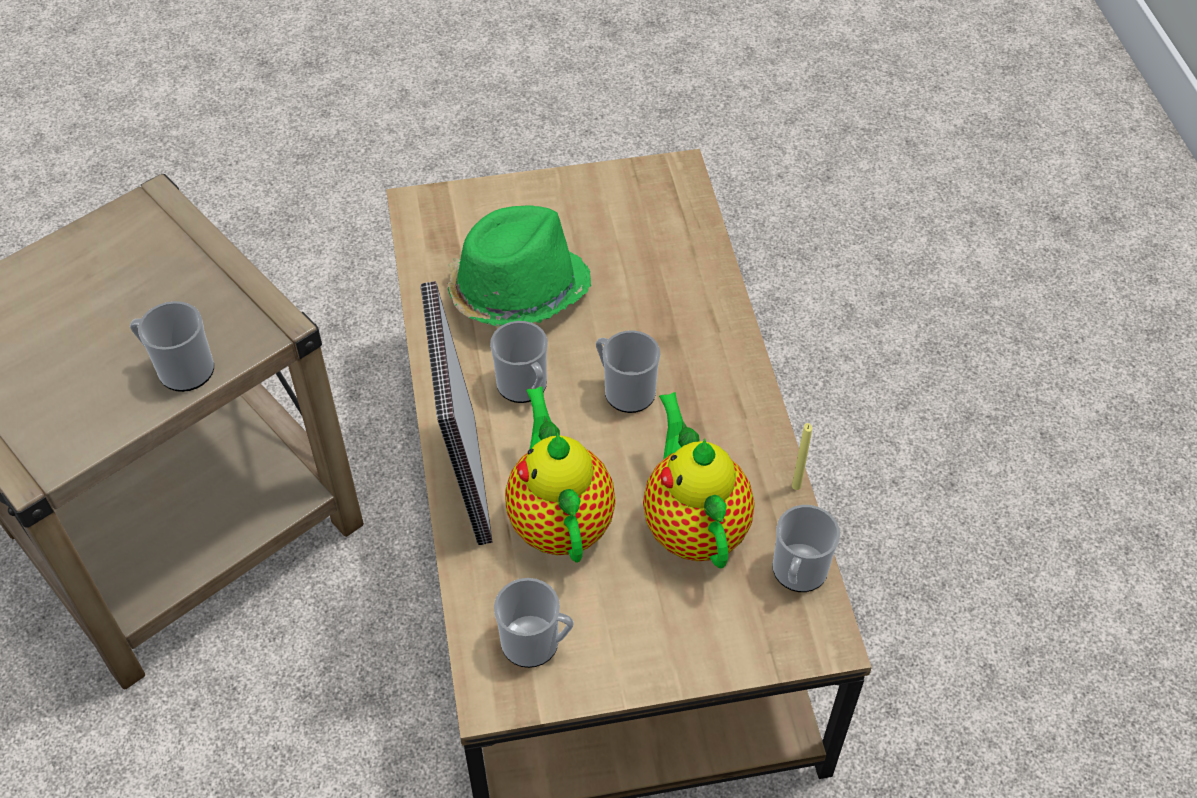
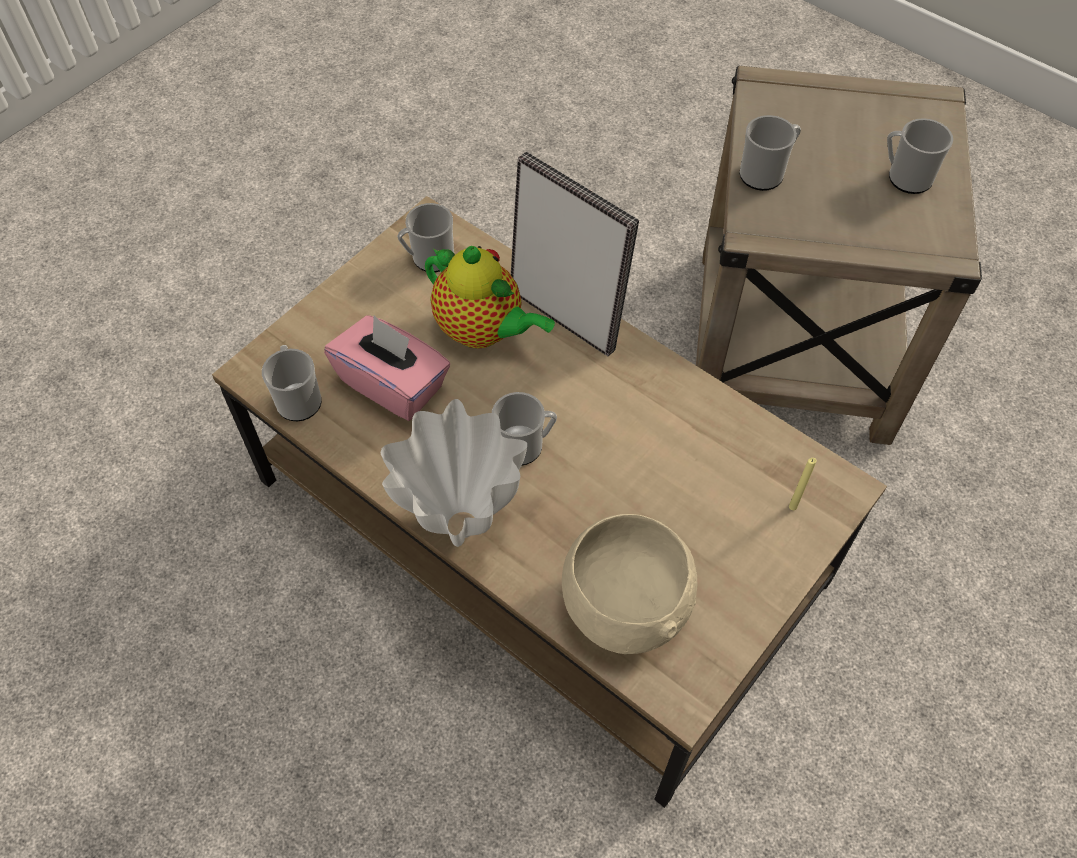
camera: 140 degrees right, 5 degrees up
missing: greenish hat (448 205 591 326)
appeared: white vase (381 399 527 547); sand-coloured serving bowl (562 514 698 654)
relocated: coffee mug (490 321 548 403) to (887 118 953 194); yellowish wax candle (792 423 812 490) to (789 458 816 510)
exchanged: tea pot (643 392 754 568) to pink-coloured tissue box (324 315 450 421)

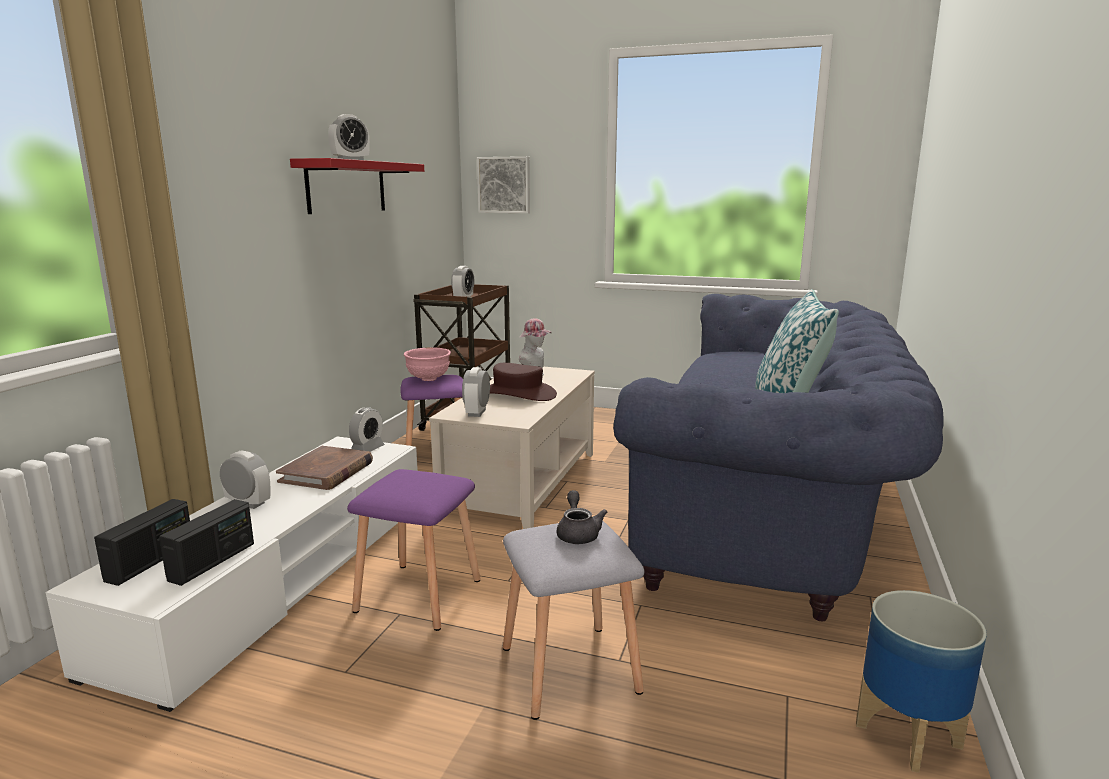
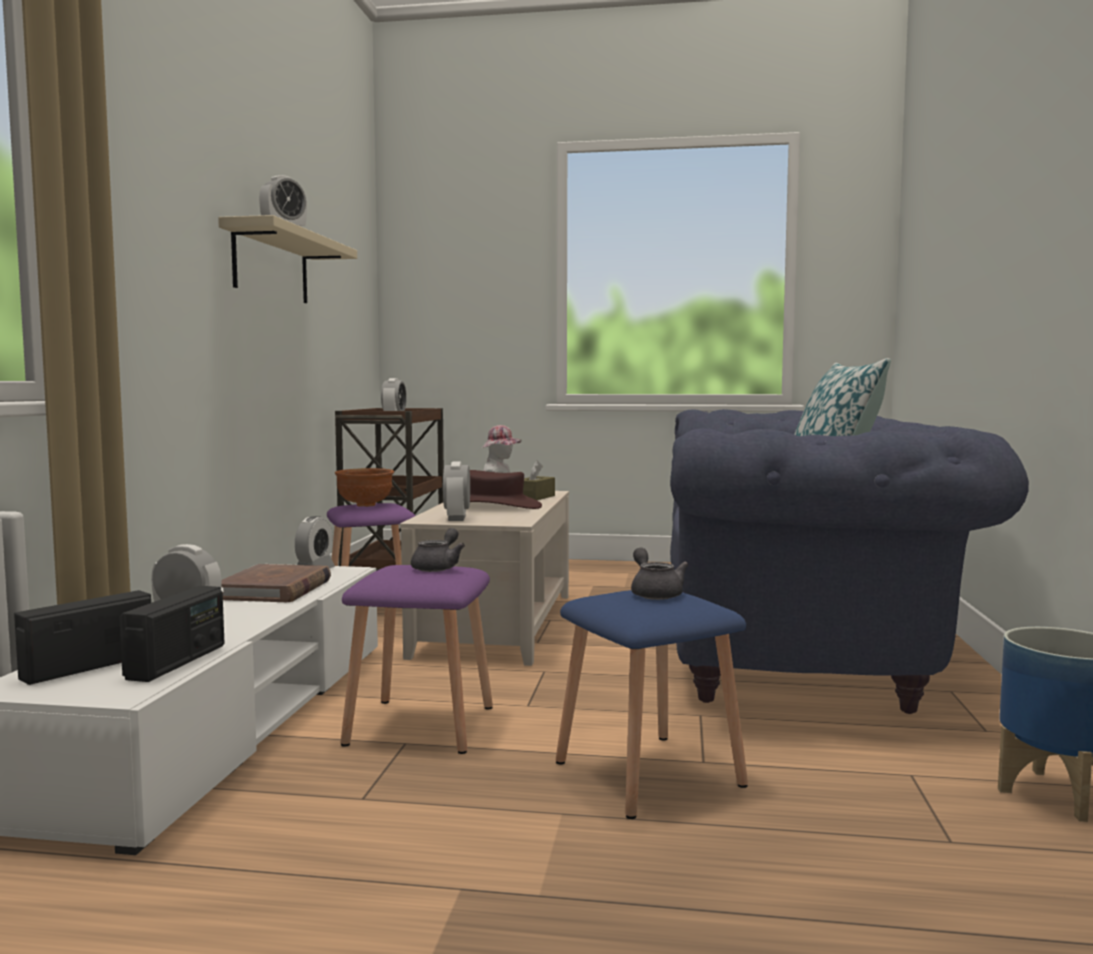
camera: 10 degrees left, 10 degrees down
missing: wall picture (477 156 530 213)
appeared: greyish tea pot (411 528 465 572); brown-coloured tissue box (523 461 555 500)
colour: reddish wall shelf (290 158 424 214) to sand-coloured wall shelf (218 215 357 303); pink-coloured serving bowl (404 347 451 381) to brown-coloured serving bowl (335 468 394 507); greyish stool (503 521 645 720) to bluish stool (556 590 748 819)
spun: radio receiver (94 499 190 586) = (14 590 151 685) 150 degrees counterclockwise

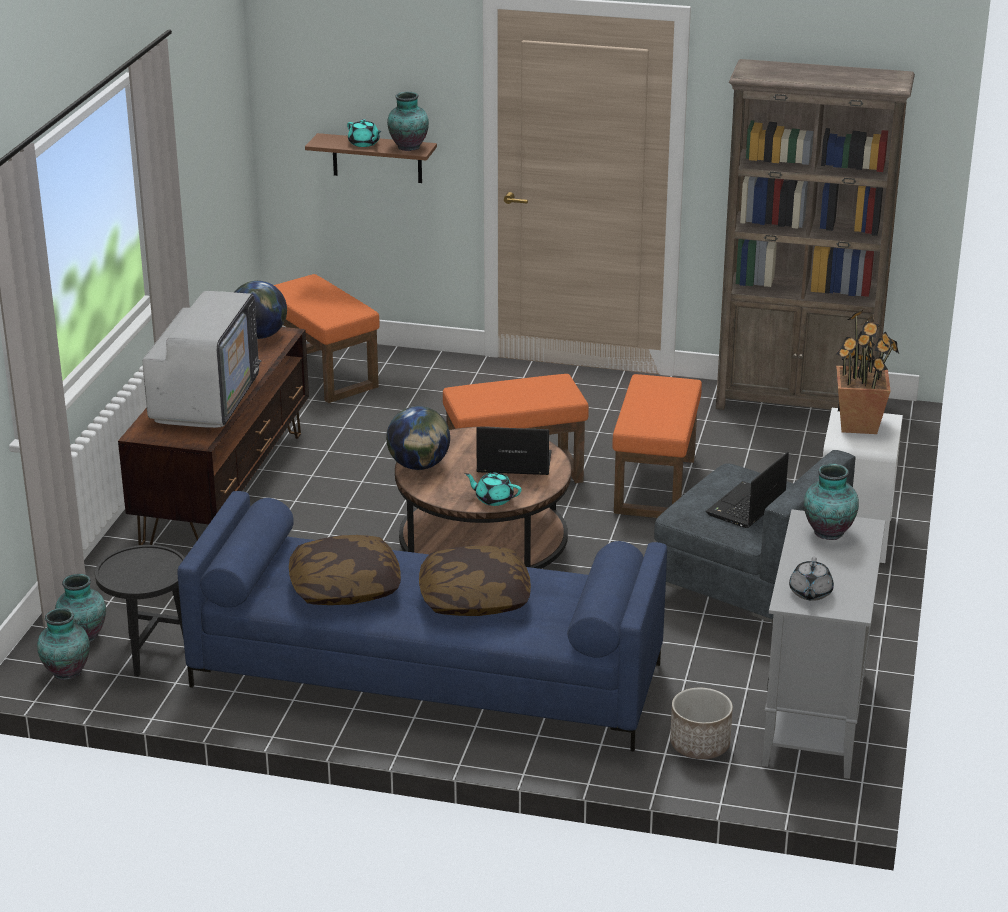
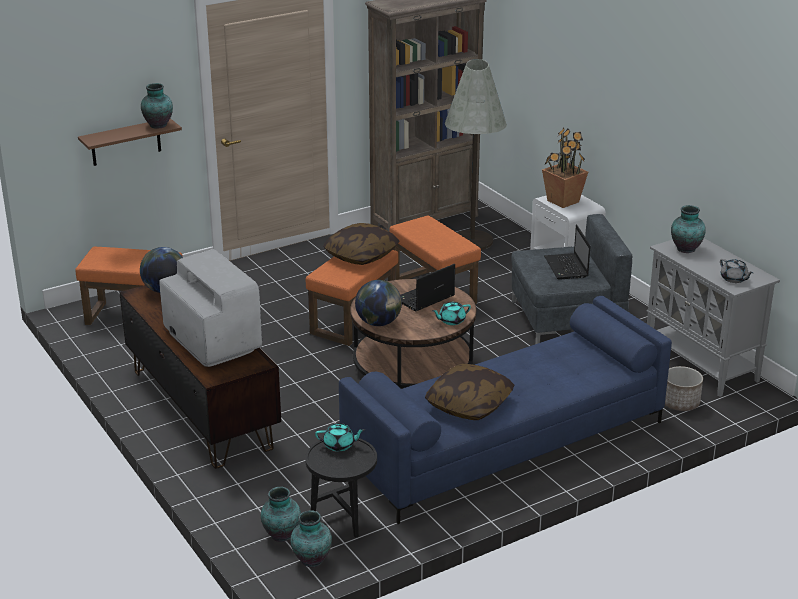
camera: 45 degrees left, 0 degrees up
appeared: greyish standard lamp (445 59 507 250)
relocated: turquoise-coloured tea pot (347 119 382 147) to (315 423 365 452); throw pillow (419 546 531 616) to (323 223 400 265)

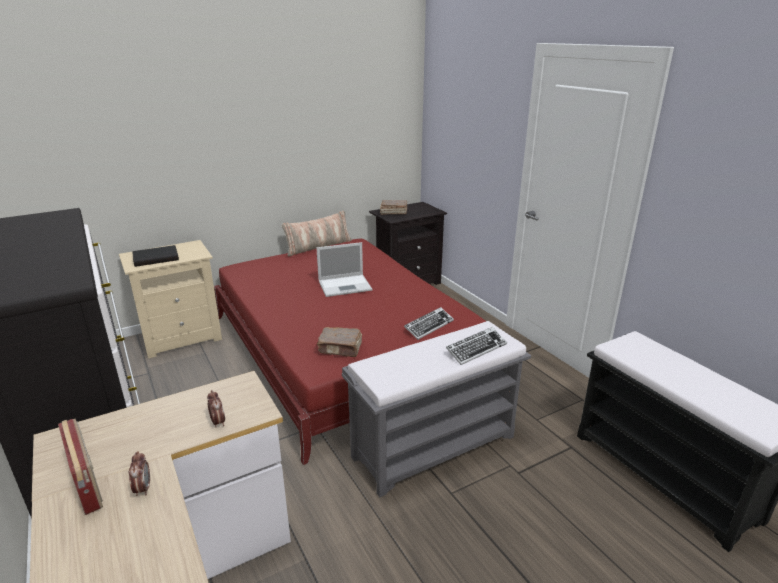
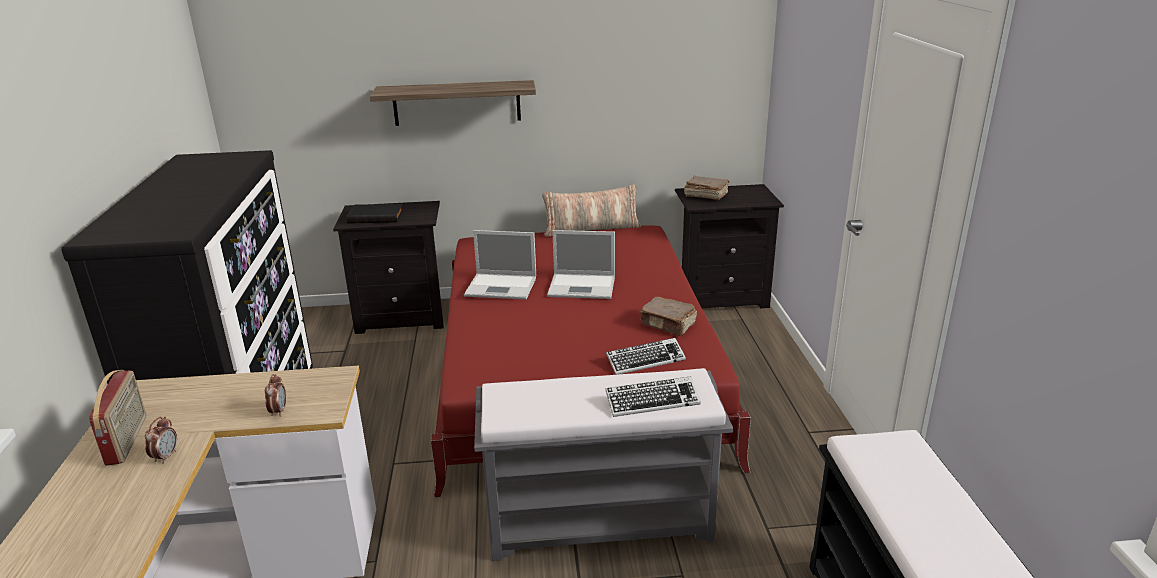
camera: 25 degrees right, 0 degrees up
appeared: wall shelf (370 80 536 126); laptop (464 230 536 300)
relocated: brown-coloured book (317 327 362 357) to (639 296 697 336)
colour: sand-coloured nightstand (119 240 222 359) to blackish nightstand (333 201 444 334)

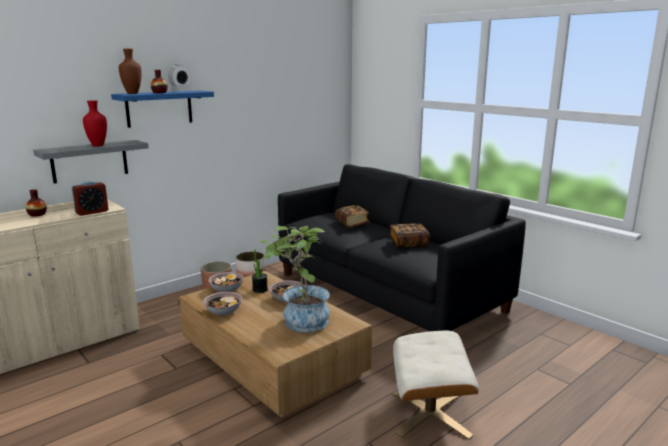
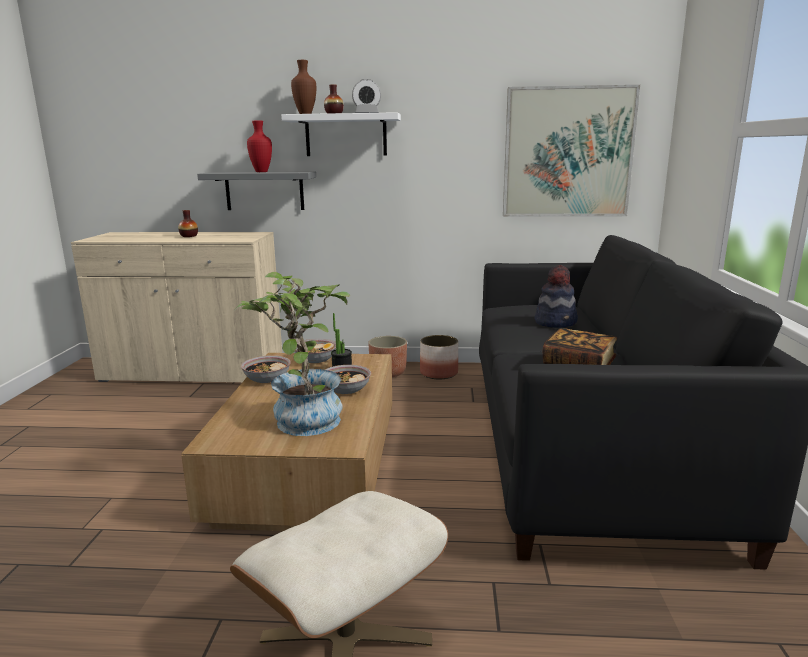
camera: 45 degrees right, 0 degrees up
missing: bedside clock (71 181 108 216)
appeared: wall picture (503 85 640 217)
exchanged: book (335 205 370 228) to hat (534 265 578 328)
colour: bluish wall shelf (111 90 214 128) to white wall shelf (281 112 401 156)

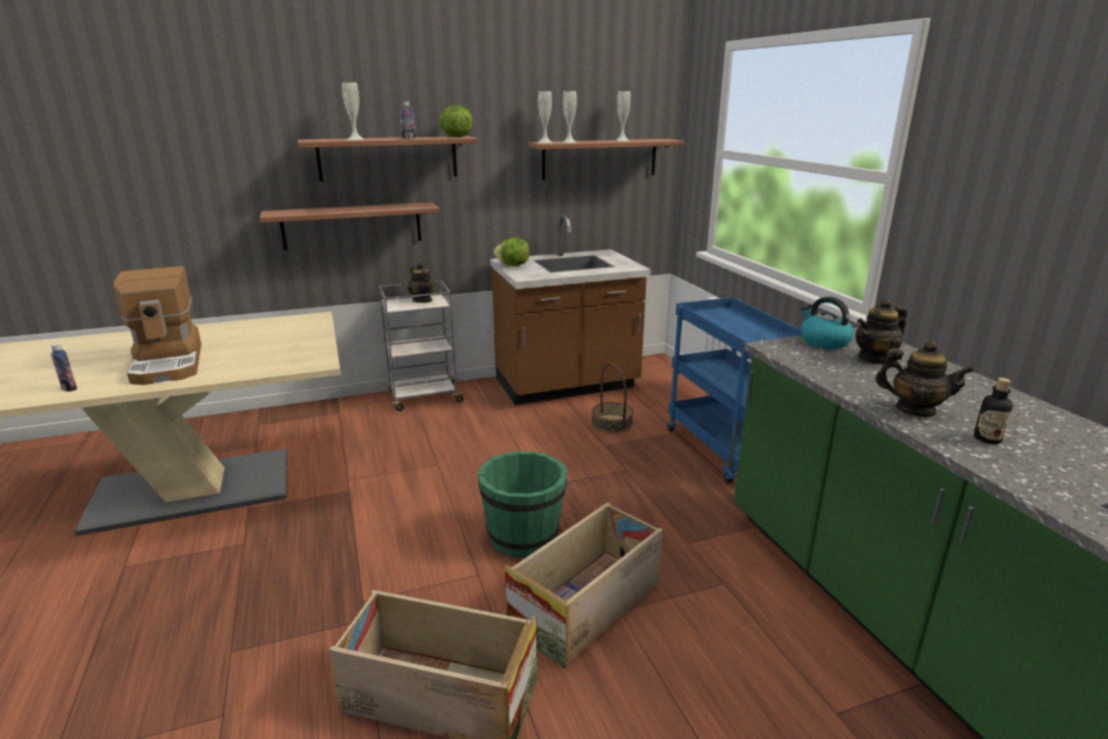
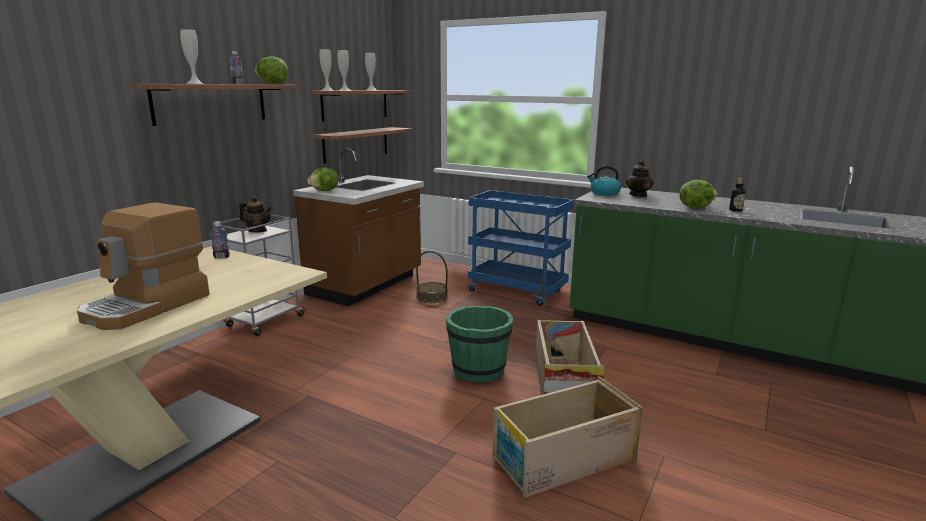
camera: 40 degrees left, 5 degrees down
relocated: drink bottle (51 343 77 391) to (210 221 230 259); wall shelf (259 202 440 250) to (314 127 412 164)
exchanged: tea pot (875 340 974 417) to lettuce (679 180 717 208)
spun: coffee brewer (113 266 201 385) = (77 203 210 330) 90 degrees clockwise

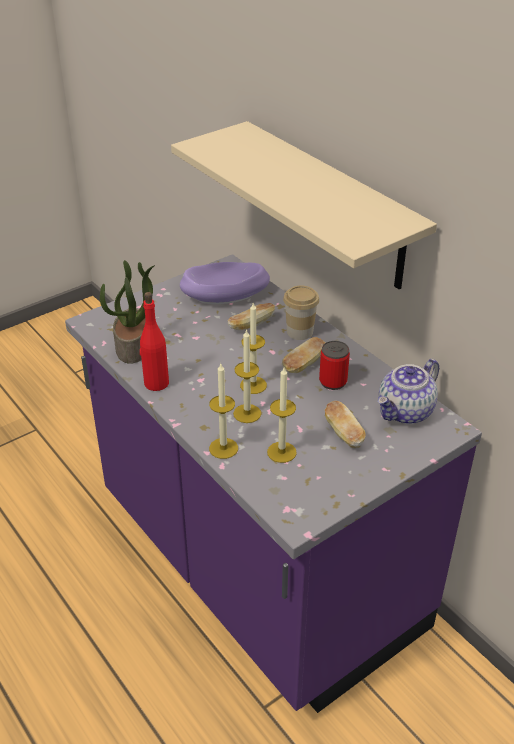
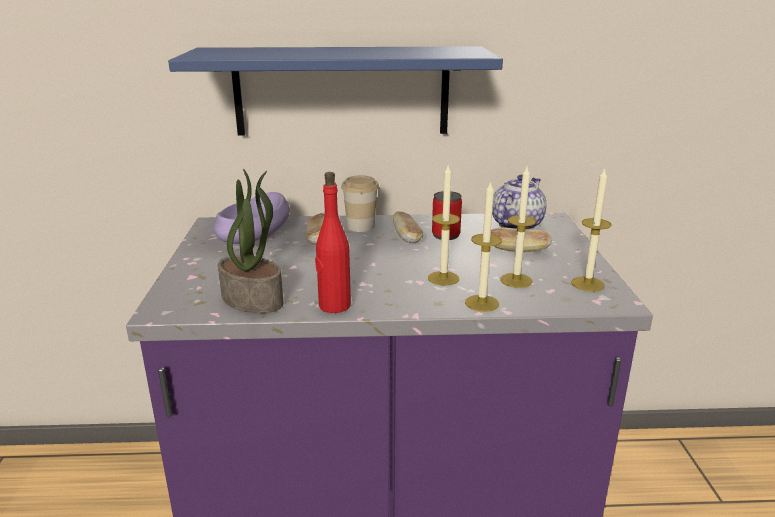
camera: 55 degrees left, 15 degrees down
relocated: wax candle (240 303 267 394) to (571 168 611 292)
colour: sand-coloured wall shelf (171 121 437 289) to bluish wall shelf (168 46 503 136)
spun: tea pot (378 359 439 424) = (492 175 546 230) 135 degrees counterclockwise

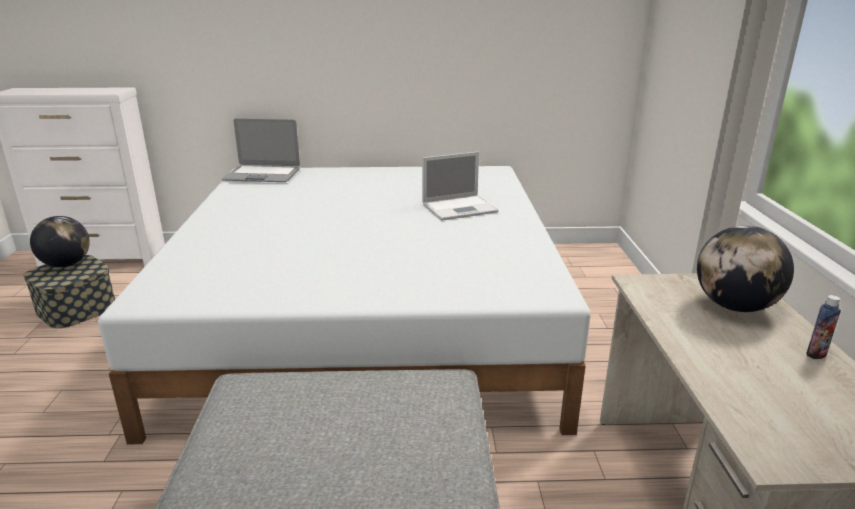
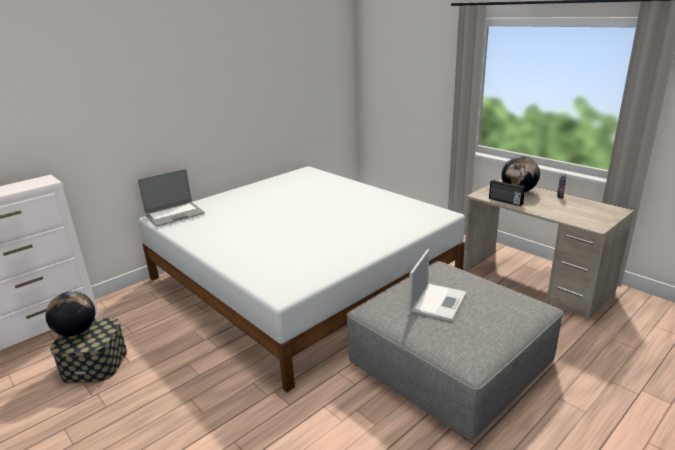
camera: 40 degrees left, 0 degrees up
appeared: radio receiver (489 180 525 206)
relocated: laptop (422 152 498 221) to (409 249 466 321)

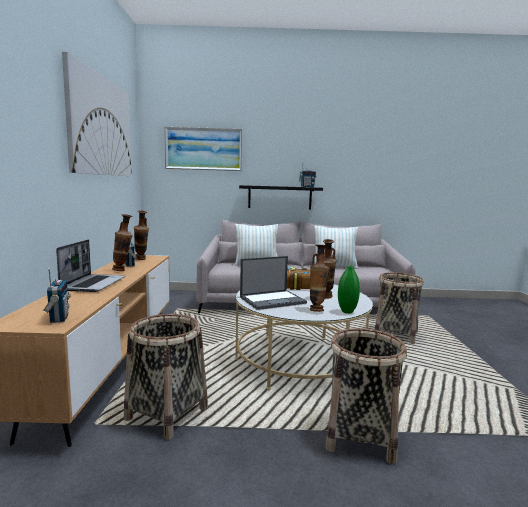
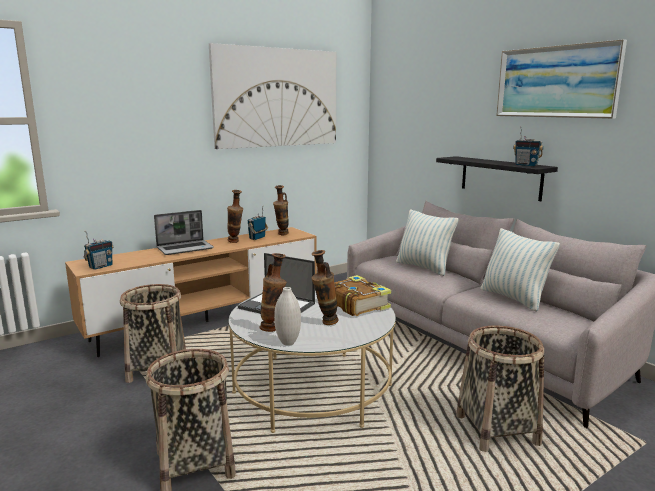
camera: 55 degrees right, 5 degrees up
relocated: wall picture (165 127 242 171) to (496 39 627 119)
colour: greenish vase (338 266 360 314) to white vase (274 287 301 346)

